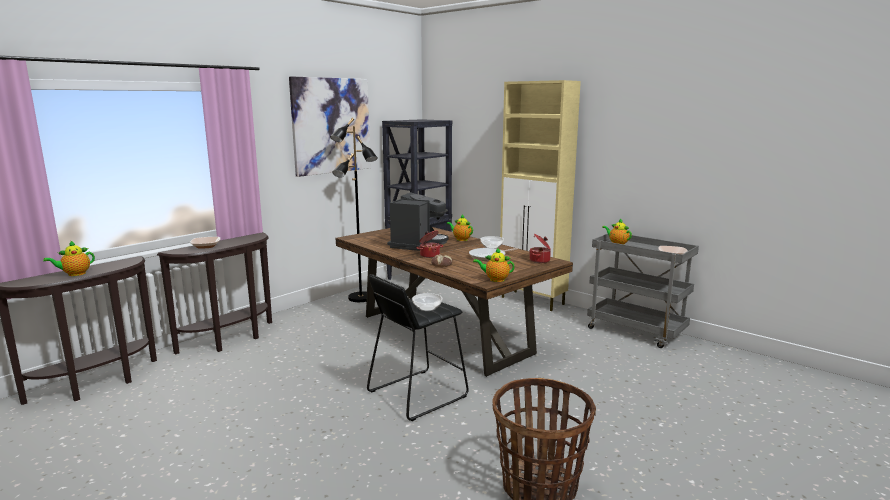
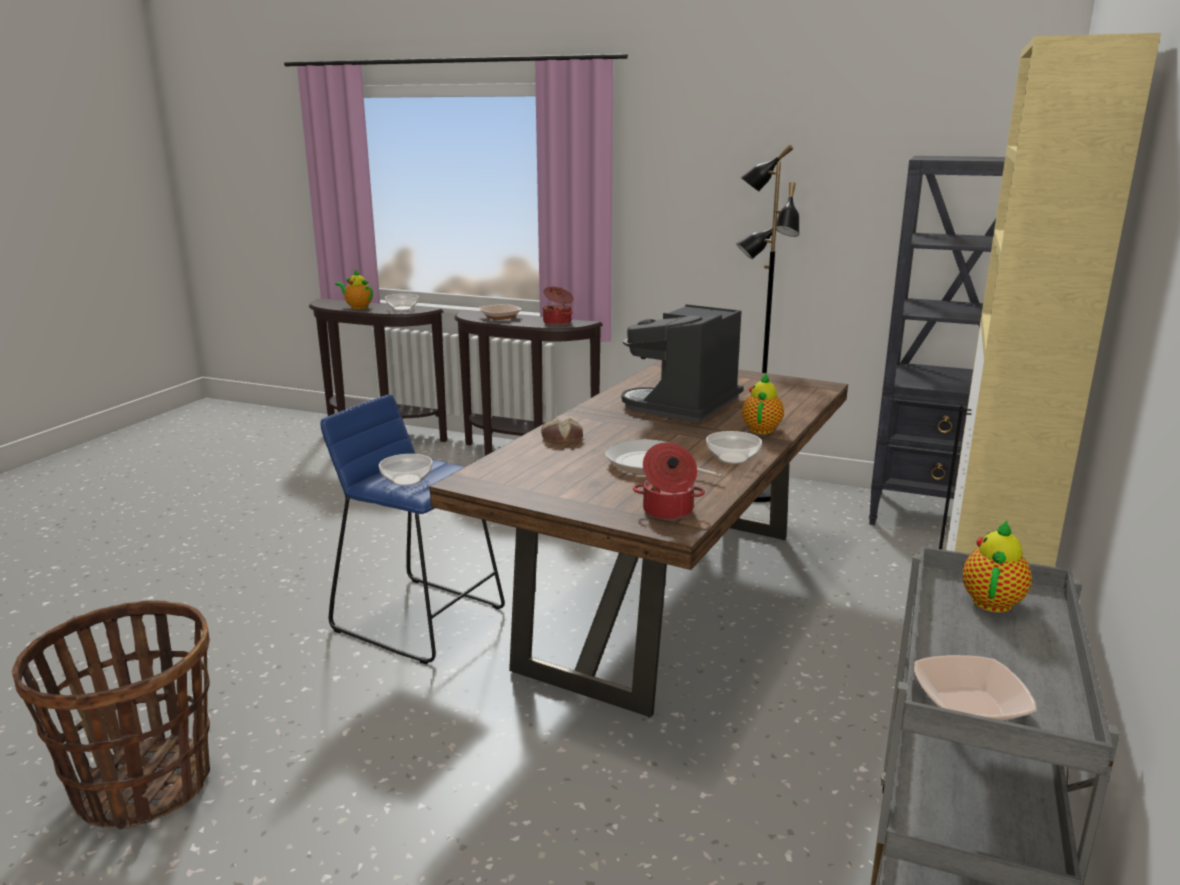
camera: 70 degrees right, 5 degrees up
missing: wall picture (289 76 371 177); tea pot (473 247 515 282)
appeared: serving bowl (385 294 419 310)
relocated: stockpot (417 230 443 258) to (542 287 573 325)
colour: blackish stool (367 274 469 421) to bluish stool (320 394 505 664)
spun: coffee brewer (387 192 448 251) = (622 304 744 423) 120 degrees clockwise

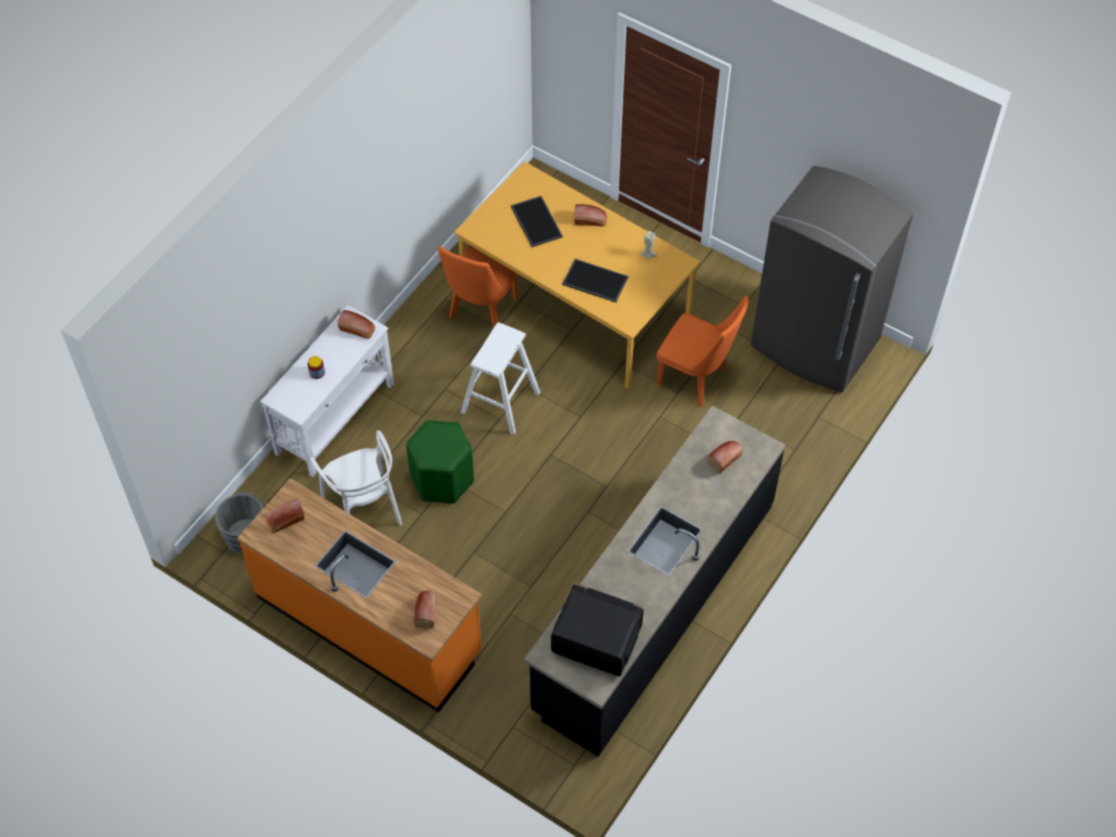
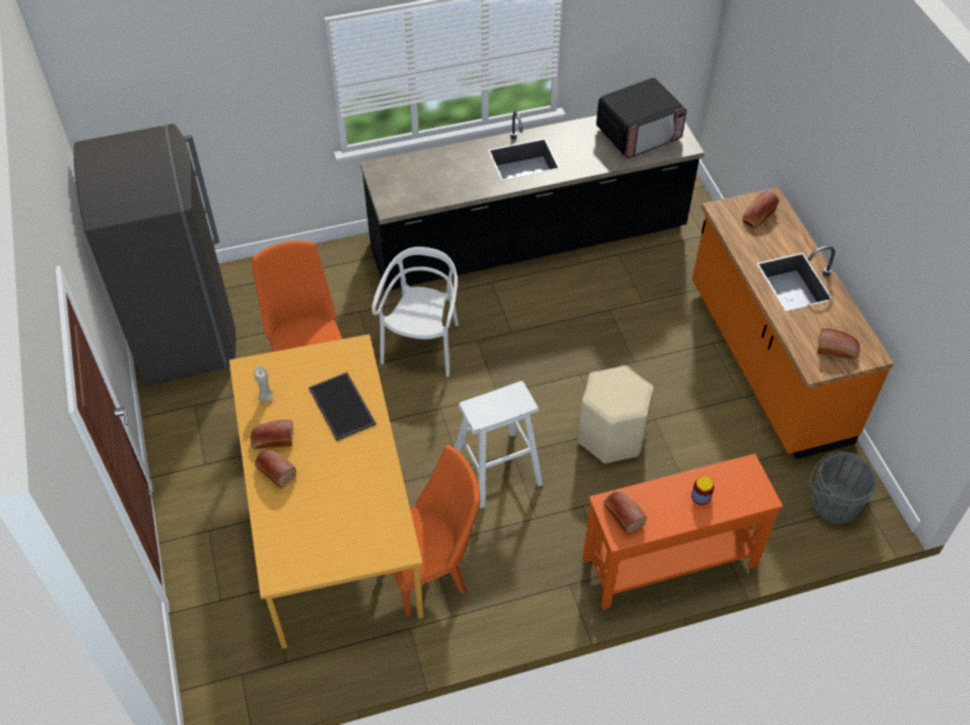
camera: 140 degrees left, 5 degrees down
missing: serving tray (511 196 563 247)
relocated: white plain chair (310 430 402 526) to (372 247 459 377); baked bread (708 441 743 473) to (250 419 293 449)
colour: white hall table (260 305 394 477) to orangey hall table (583 454 783 610); greenish stool (406 420 474 504) to sand-coloured stool (578 365 654 464)
spun: microwave oven (551 584 644 676) = (596 78 687 158) 90 degrees counterclockwise

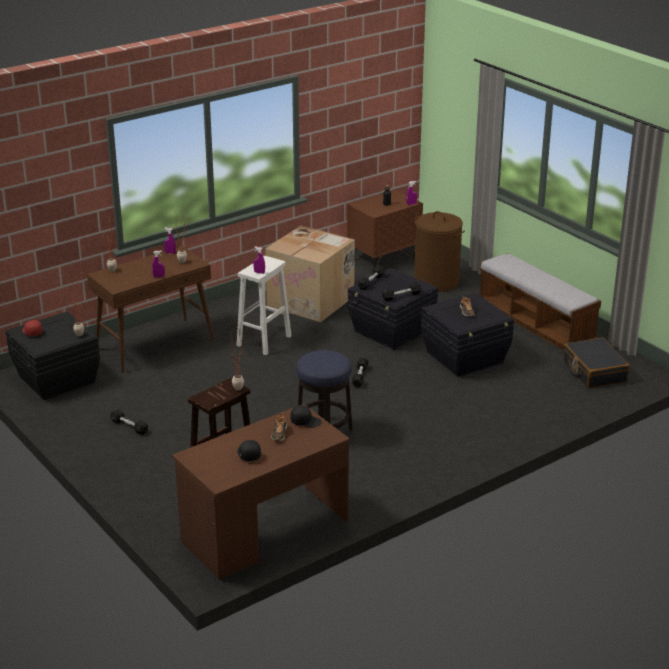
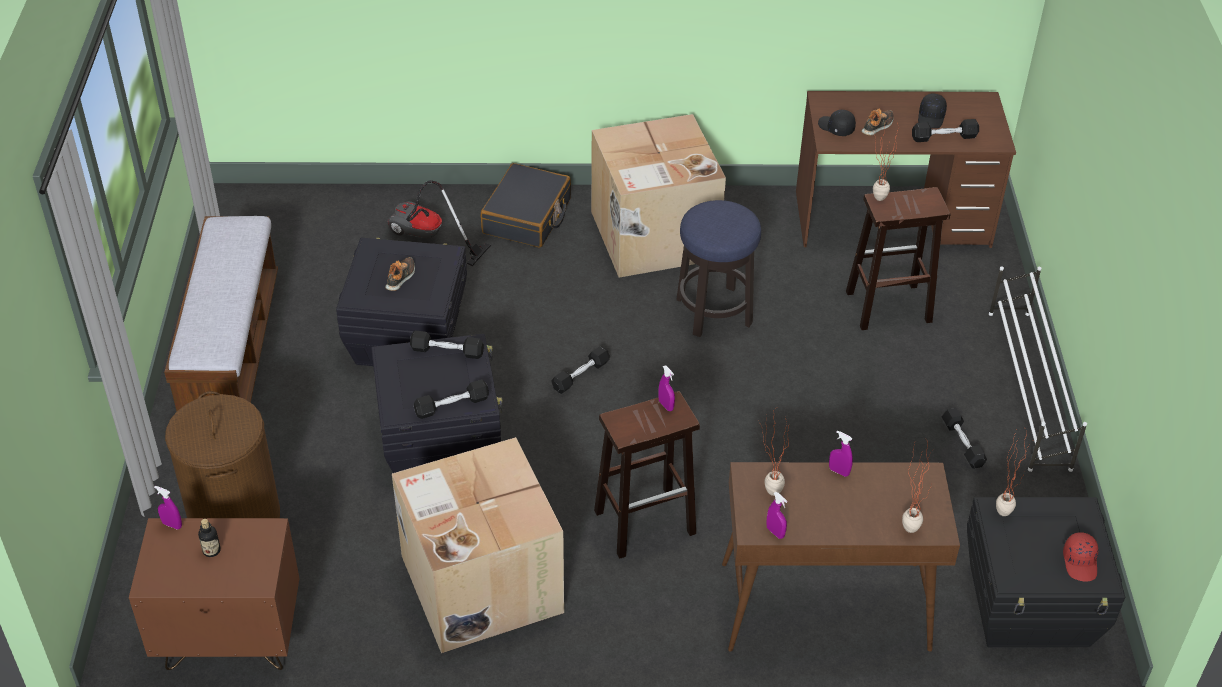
camera: 145 degrees left, 15 degrees up
appeared: vacuum cleaner (387 180 491 266); packing box (591 114 726 278); blackish free weight (912 119 979 142); white shoe rack (989 266 1087 472)
relocated: blackish suitcase (563 337 629 388) to (481 163 571 248)
colour: white stool (236 256 292 355) to brown-coloured stool (594 391 700 559)

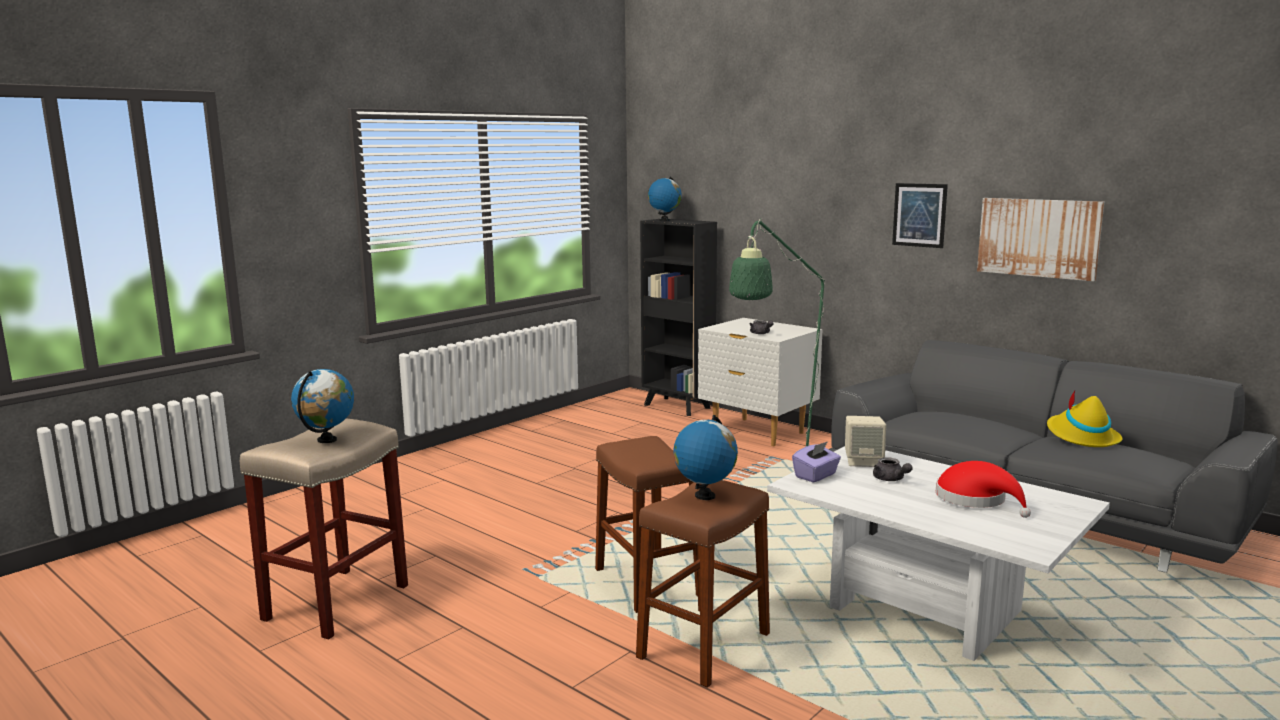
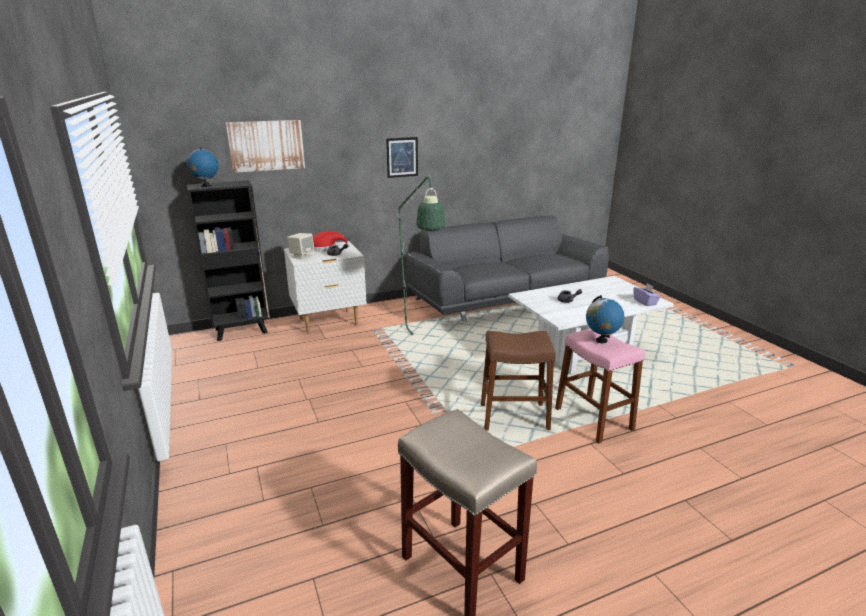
camera: 65 degrees left, 10 degrees up
missing: desk globe (291 369 354 443); yellowish hat (1047 391 1123 447)
relocated: purple-coloured tissue box (792 441 841 483) to (633 283 661 306); sand-coloured loudspeaker (845 416 886 467) to (287 233 315 259); reddish hat (936 461 1031 518) to (313 231 350 251); wall picture (977 198 1104 281) to (226 120 305 173)
colour: brown-coloured stool (636 480 770 688) to pink-coloured stool (555 328 645 443)

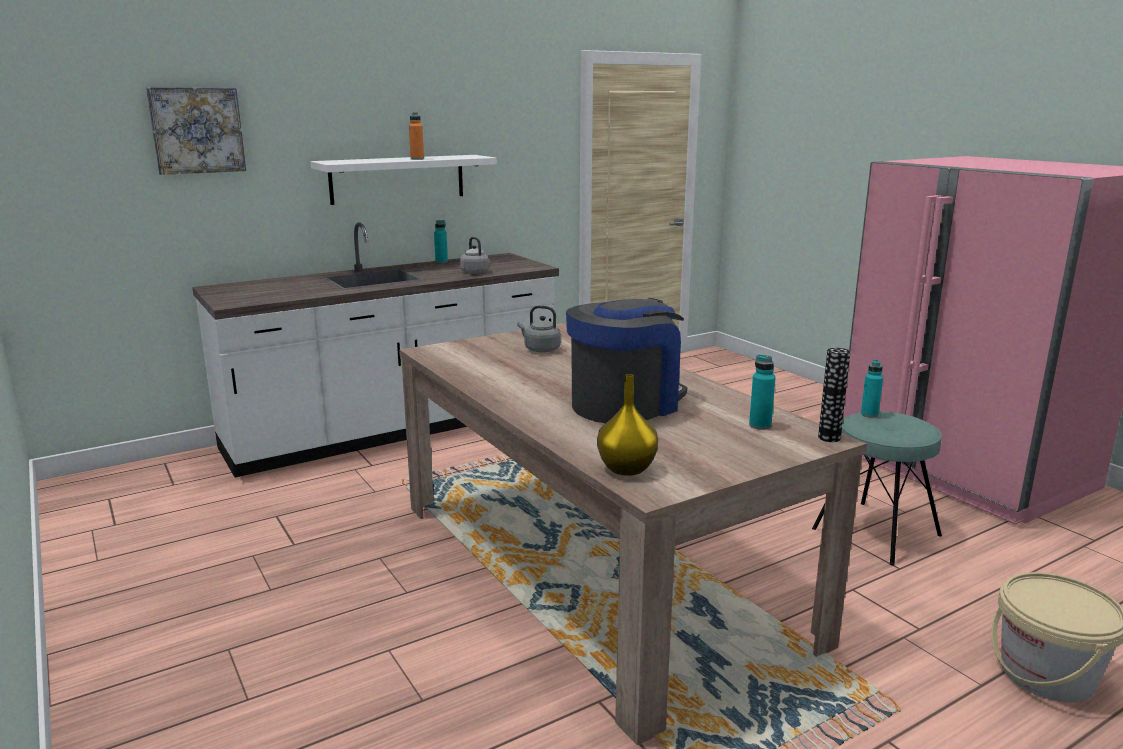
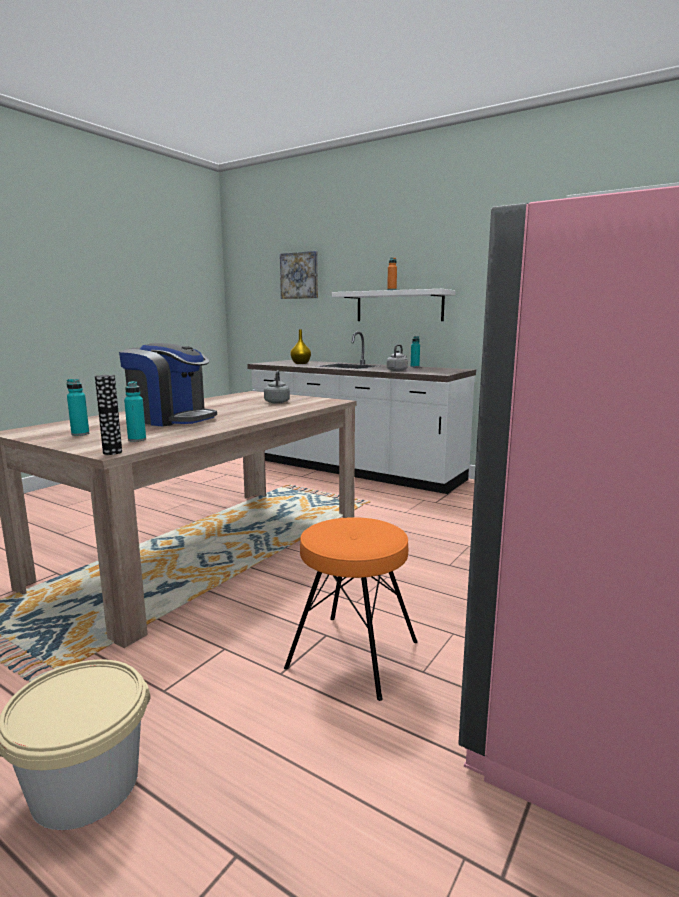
camera: 65 degrees right, 5 degrees down
relocated: yellowish vase (597 374 658 476) to (290 329 311 364); turquoise-coloured drink bottle (861 360 883 418) to (67 379 89 436)
colour: turquoise-coloured stool (812 411 942 565) to orangey stool (284 517 418 701)

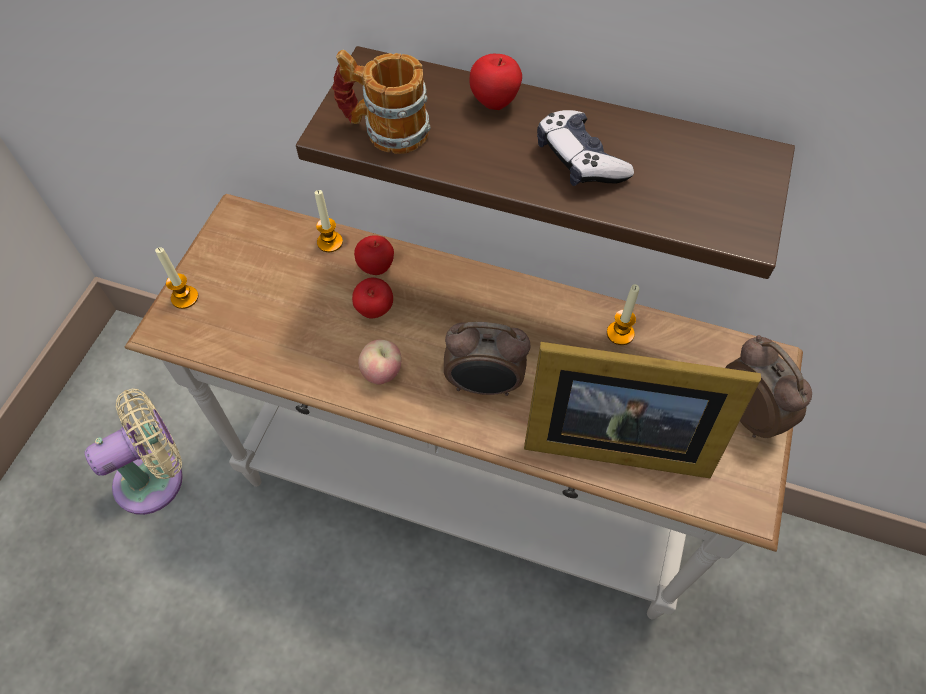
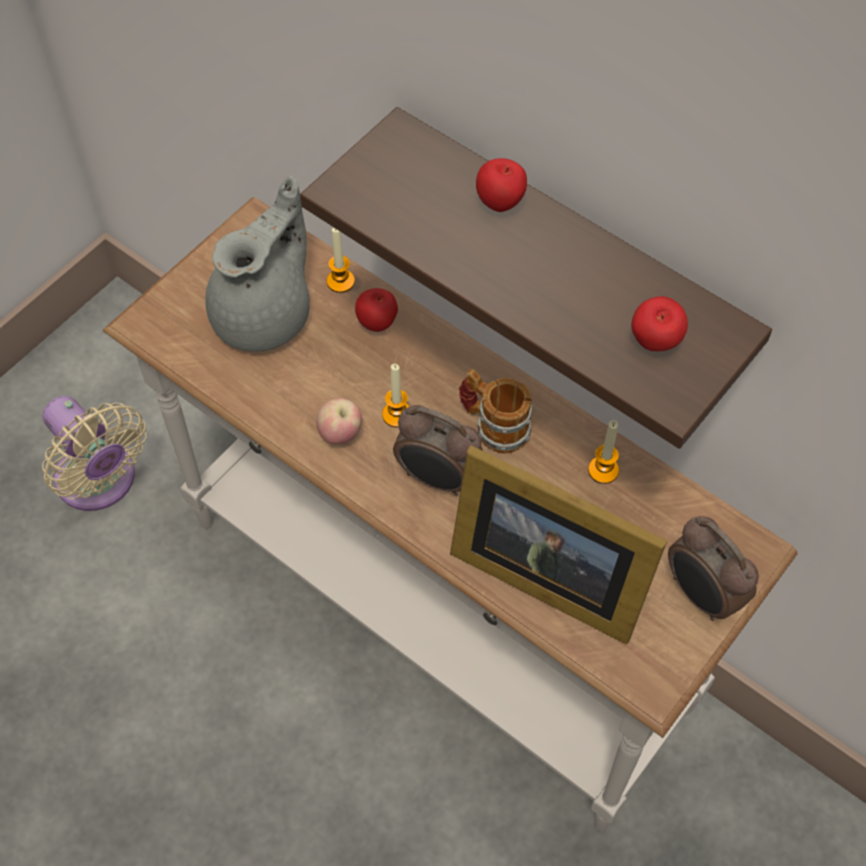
camera: 20 degrees right, 0 degrees up
missing: game controller (537 110 634 186)
appeared: greyish tea pot (206 176 310 352)
relocated: wax candle (155 247 199 309) to (382 364 410 428); coffee mug (332 50 431 154) to (459 369 532 454); whole apple (352 278 393 319) to (631 296 688 351)
spun: sand-coloured electric fan (85 388 183 515) = (42 396 146 511) 60 degrees clockwise; bedside clock (725 335 812 438) = (668 516 759 621) 150 degrees clockwise

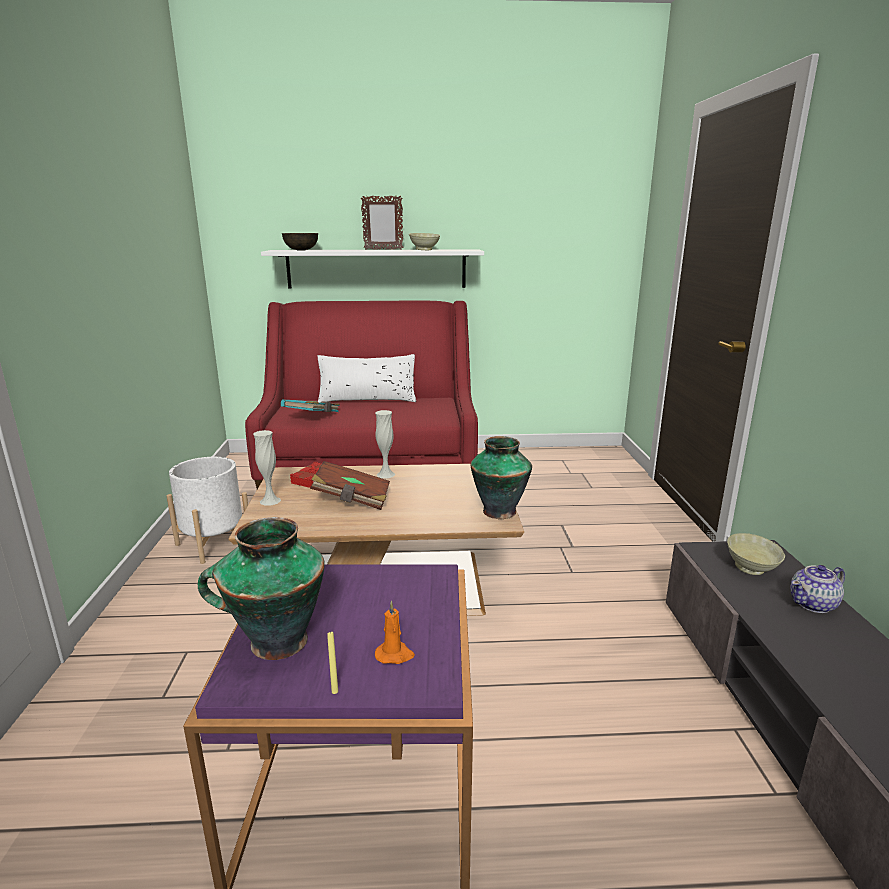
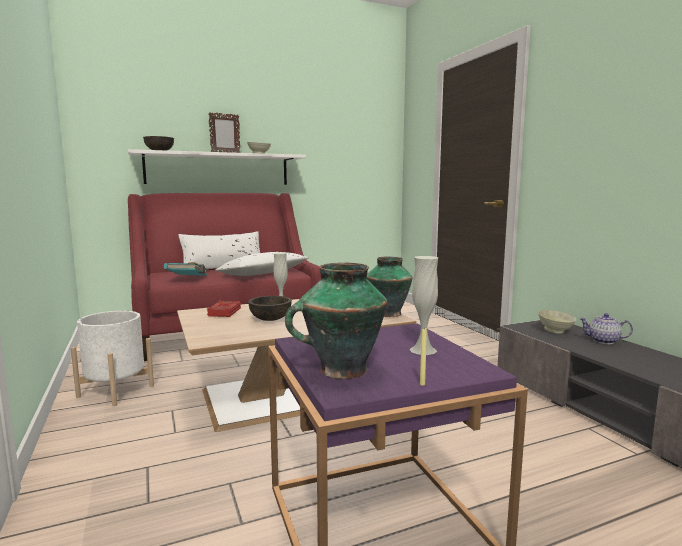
camera: 20 degrees left, 10 degrees down
missing: orangey wax candle (375 600 415 664)
appeared: white throw pillow (215 252 309 276)
relocated: white vase (253 430 281 506) to (409 256 438 355)
exchanged: brown-coloured book (310 461 390 510) to brown-coloured serving bowl (248 296 292 321)
spun: tea pot (790 565 845 613) = (579 313 633 344) 60 degrees clockwise

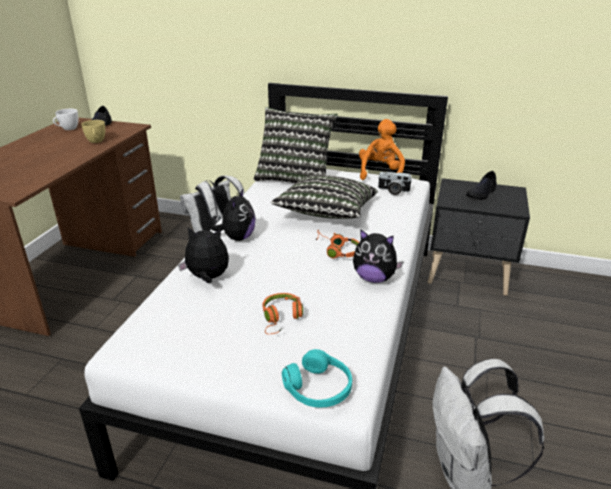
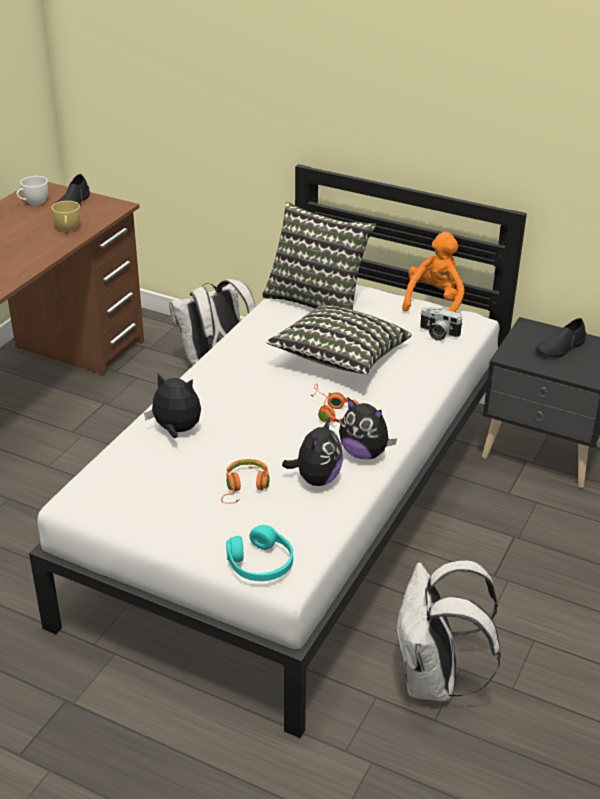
camera: 10 degrees right, 5 degrees up
relocated: cuddly toy (211 189 256 241) to (282 418 343 486)

